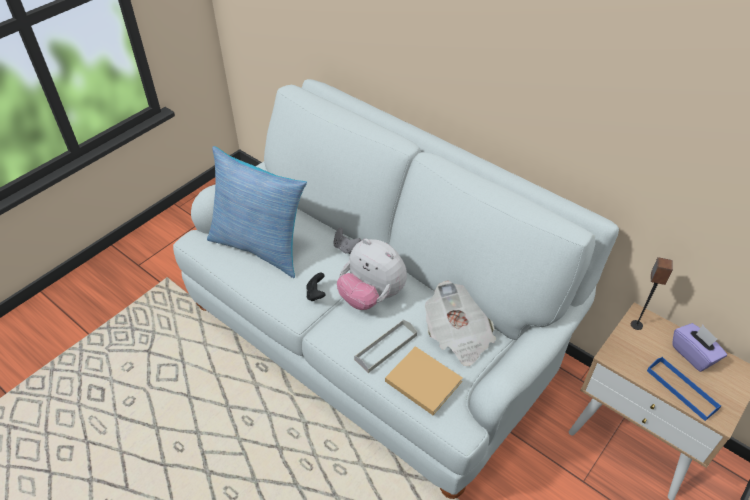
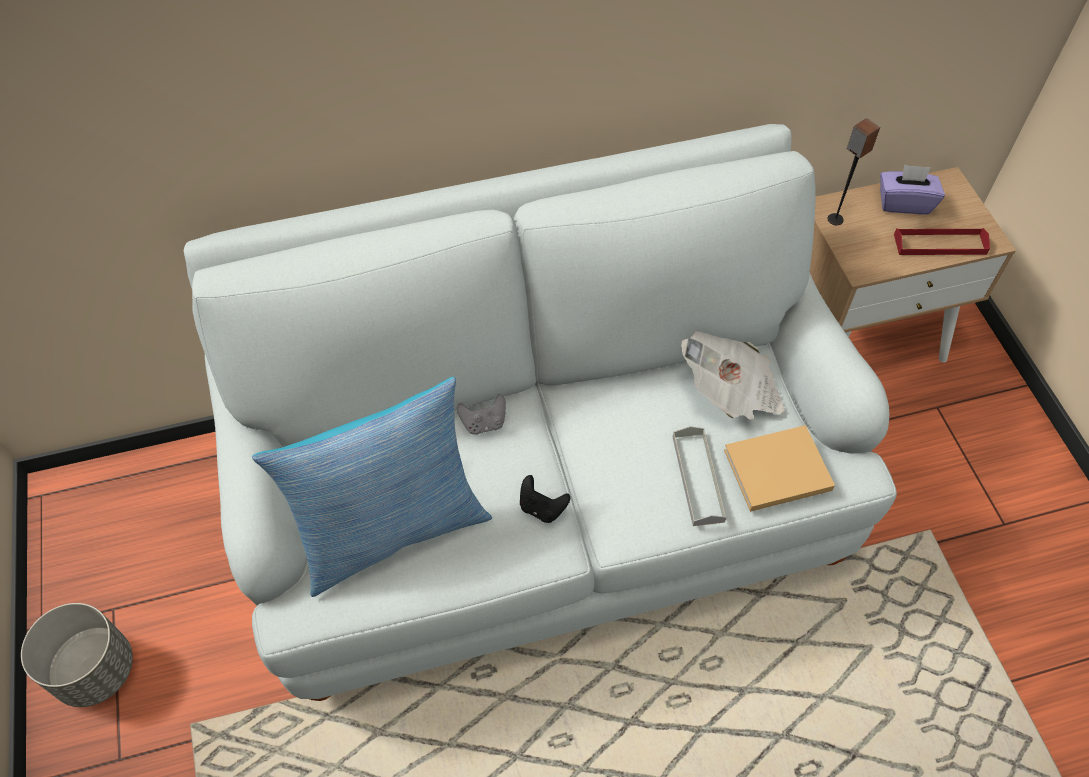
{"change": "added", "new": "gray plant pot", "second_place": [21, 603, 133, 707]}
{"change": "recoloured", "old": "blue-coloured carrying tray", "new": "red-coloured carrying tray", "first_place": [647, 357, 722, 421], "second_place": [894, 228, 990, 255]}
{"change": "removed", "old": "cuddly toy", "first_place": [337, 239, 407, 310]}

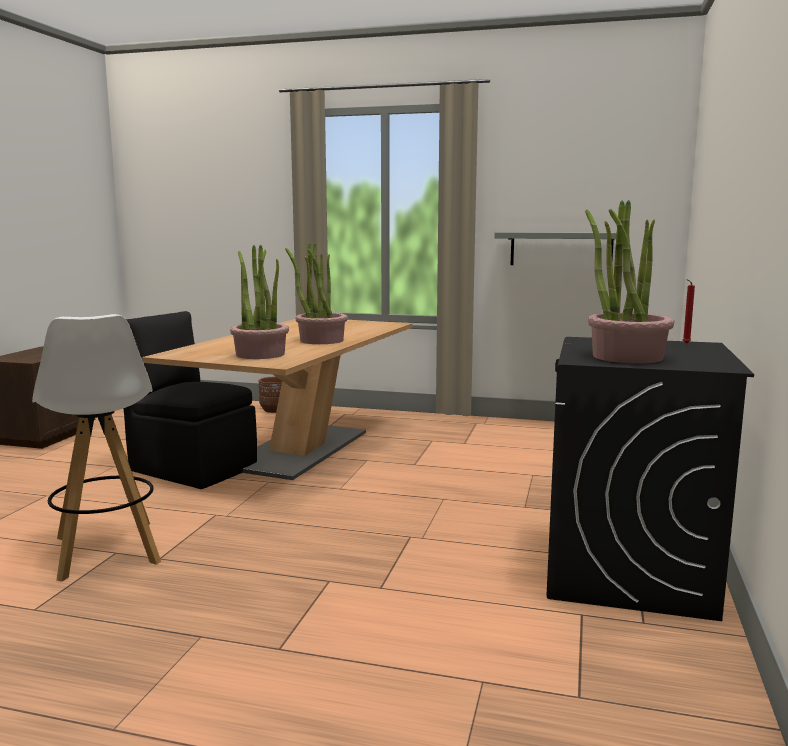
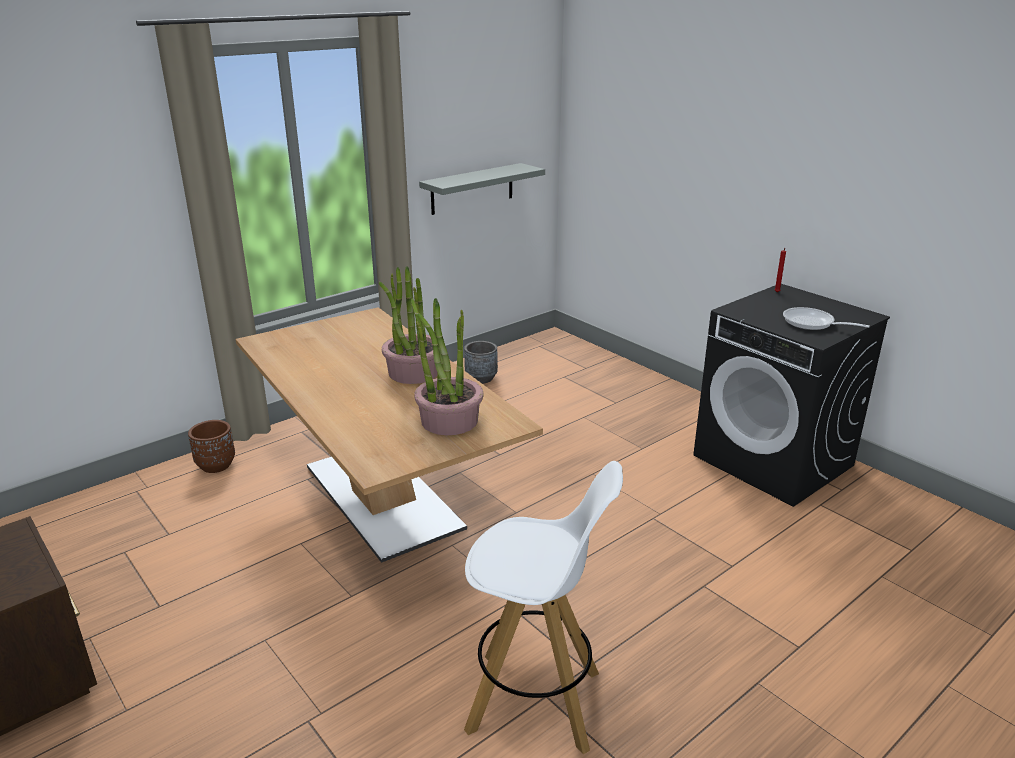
{"change": "added", "new": "gray plant pot", "second_place": [464, 341, 498, 384]}
{"change": "replaced", "old": "potted plant", "new": "pan", "first_place": [585, 200, 674, 364], "second_place": [783, 307, 870, 330]}
{"change": "removed", "old": "black chair", "first_place": [123, 311, 257, 489]}

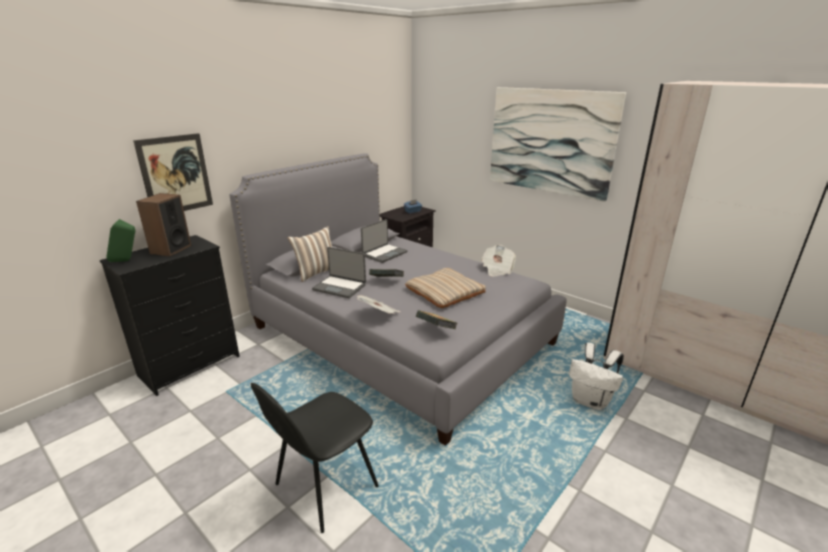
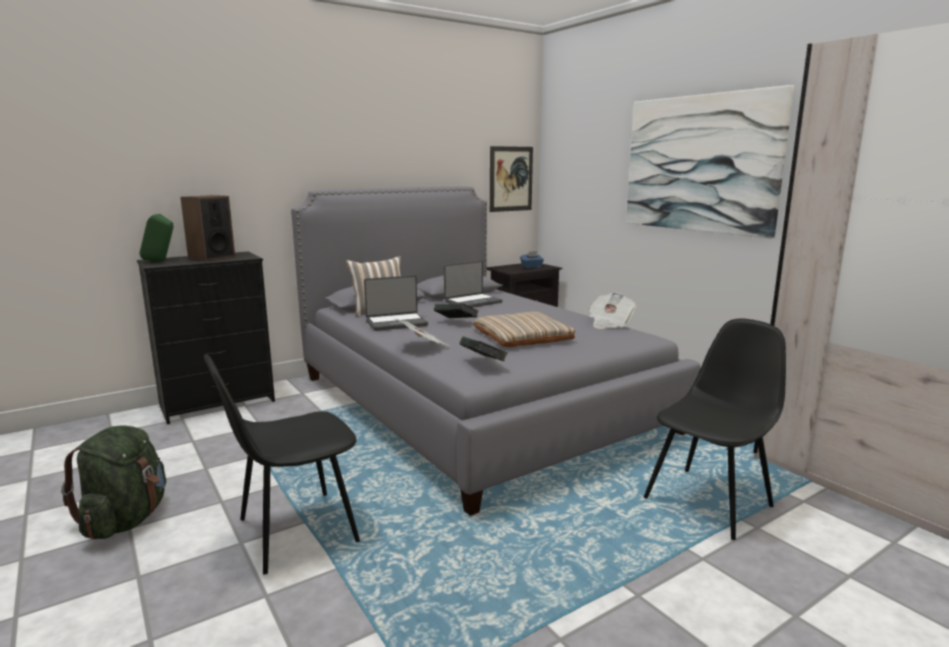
{"change": "added", "new": "greenish rucksack", "second_place": [61, 425, 166, 540]}
{"change": "turned", "old": "laptop", "first_place": [312, 247, 366, 298], "second_place": [364, 275, 428, 331], "degrees": -60}
{"change": "moved", "old": "picture", "first_place": [133, 133, 213, 211], "second_place": [490, 146, 533, 212]}
{"change": "replaced", "old": "whitish rucksack", "new": "black chair", "first_place": [569, 343, 624, 410], "second_place": [644, 319, 786, 540]}

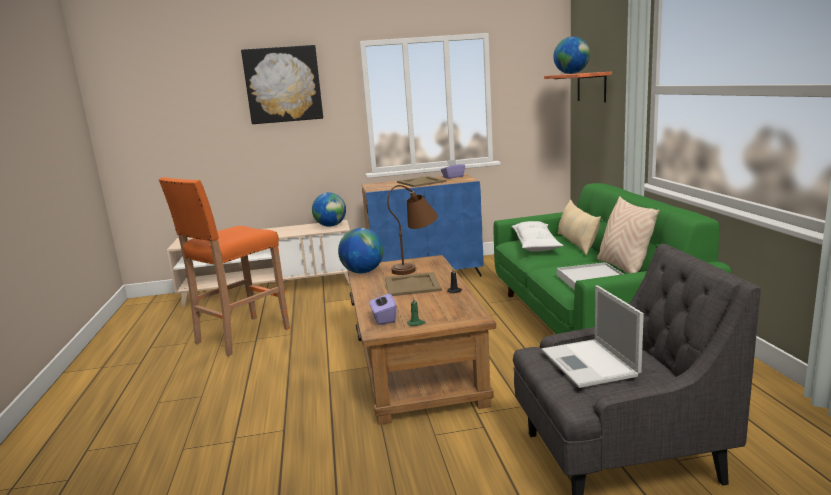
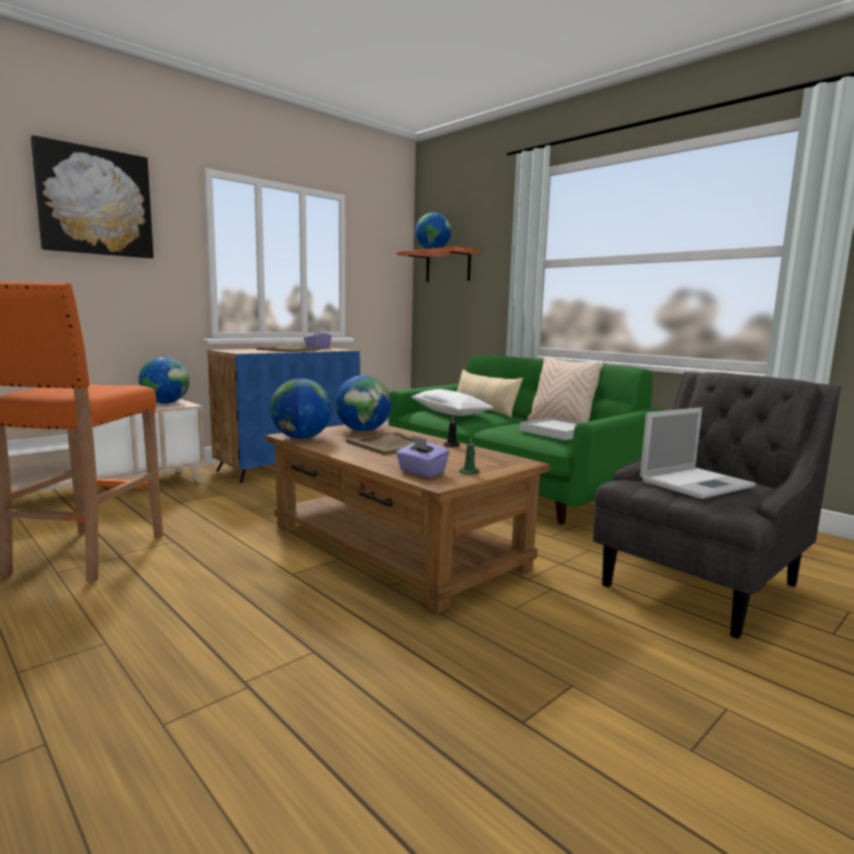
{"change": "replaced", "old": "brown tabletop lamp", "new": "globe", "first_place": [387, 185, 438, 275], "second_place": [335, 375, 391, 432]}
{"change": "turned", "old": "laptop", "first_place": [541, 285, 644, 388], "second_place": [640, 407, 756, 499], "degrees": -75}

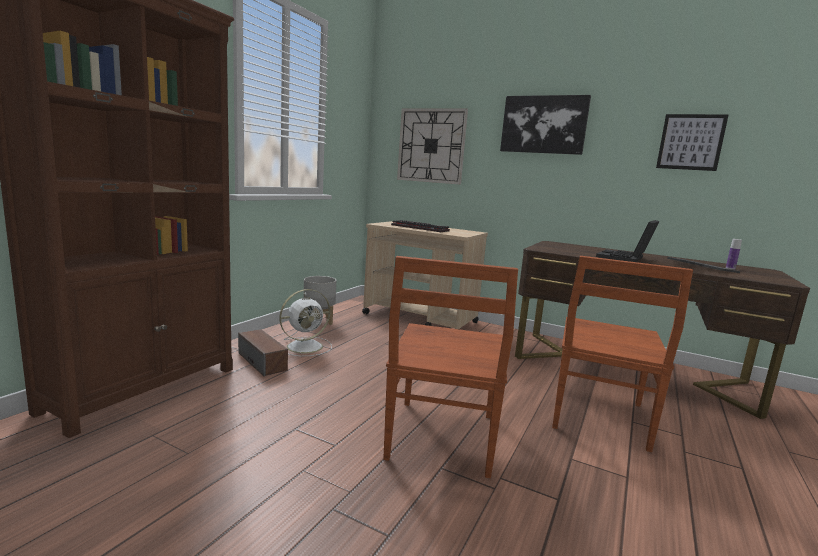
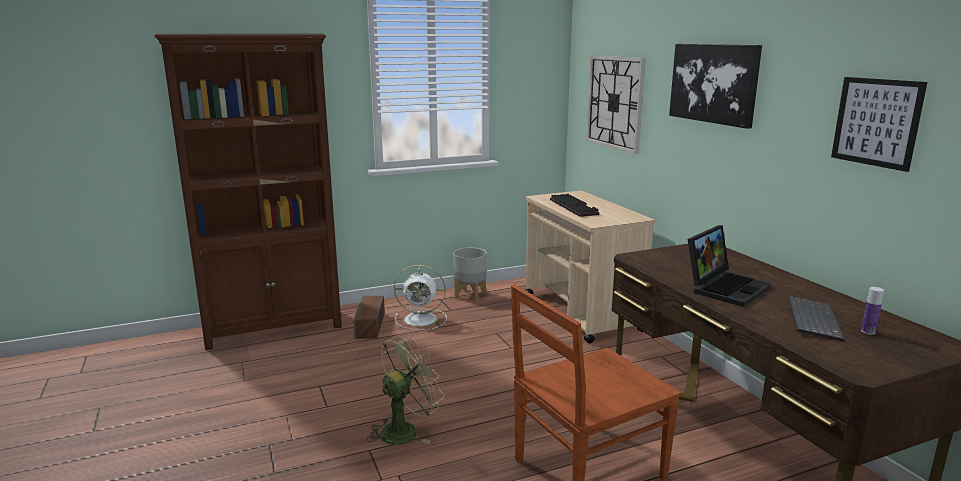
{"change": "replaced", "old": "brown chair", "new": "greenish electric fan", "first_place": [383, 256, 518, 478], "second_place": [367, 336, 445, 445]}
{"change": "turned", "old": "laptop", "first_place": [596, 220, 660, 262], "second_place": [688, 225, 771, 307], "degrees": 150}

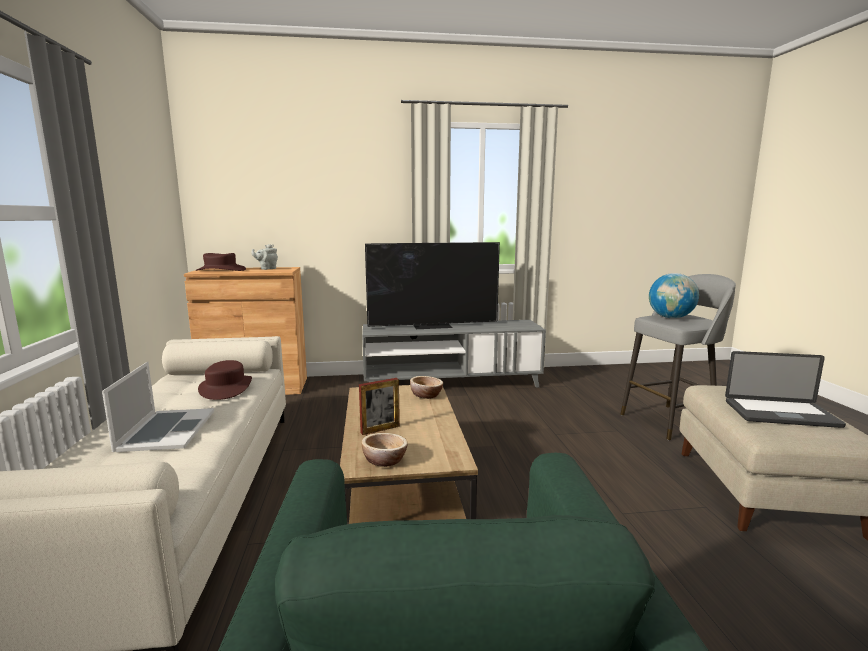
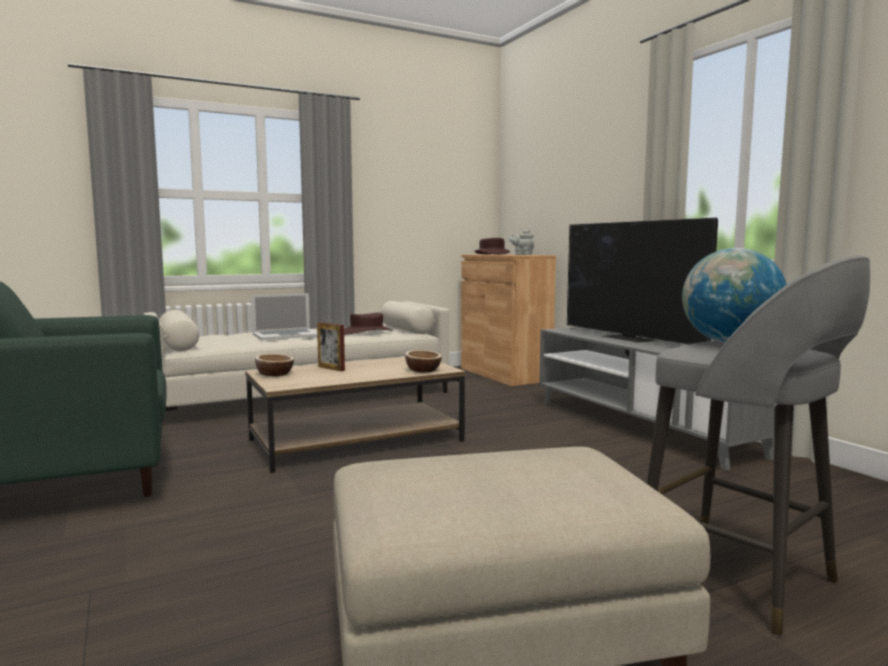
{"change": "removed", "old": "laptop", "first_place": [725, 351, 846, 428]}

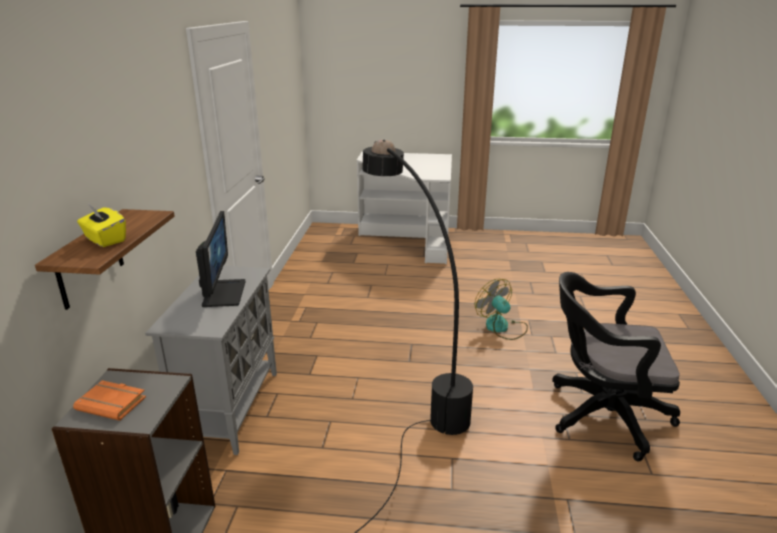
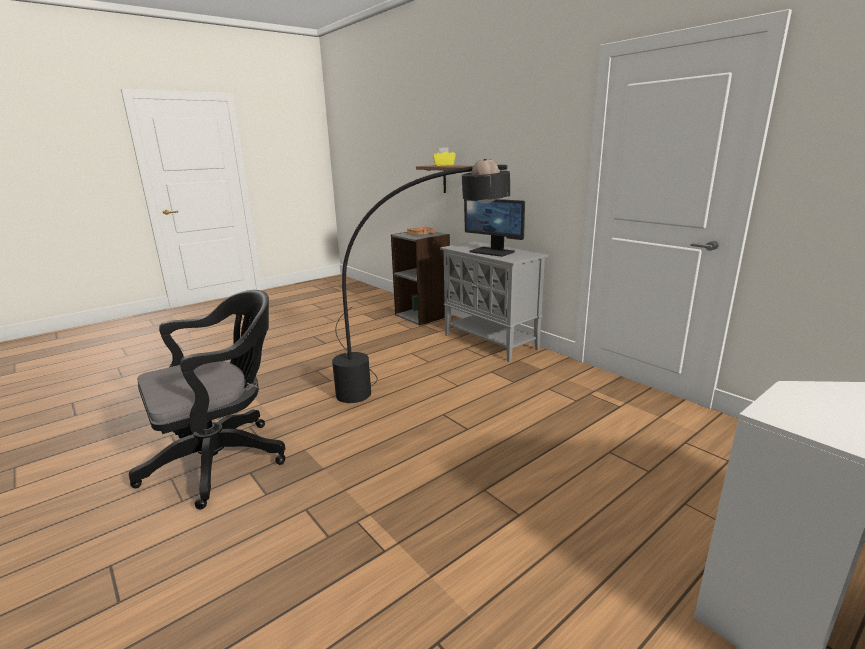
{"change": "removed", "old": "electric fan", "first_place": [475, 279, 528, 340]}

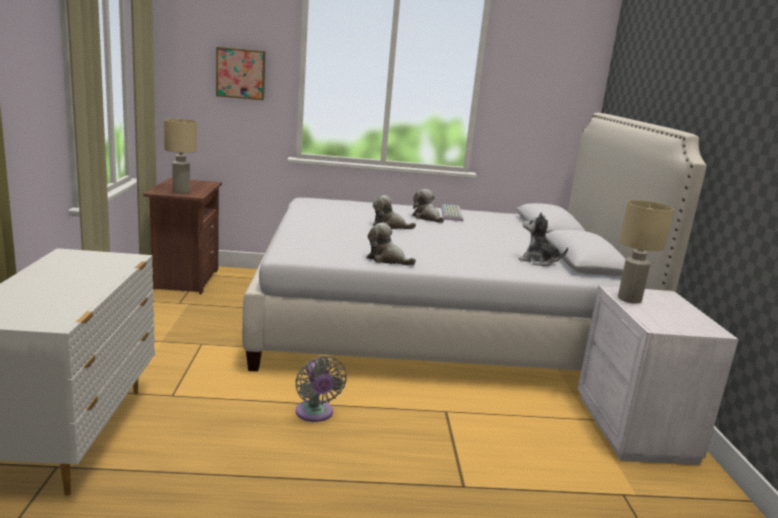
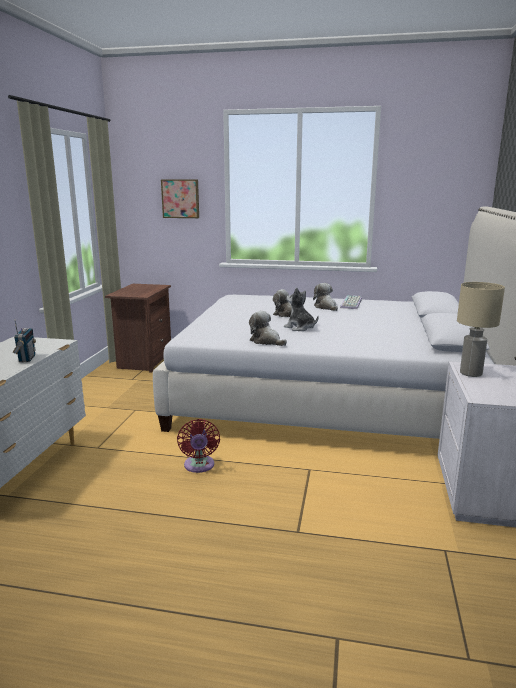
{"change": "added", "new": "radio receiver", "second_place": [13, 320, 36, 362]}
{"change": "recoloured", "old": "gray electric fan", "new": "red-coloured electric fan", "first_place": [295, 356, 347, 422], "second_place": [177, 419, 220, 473]}
{"change": "moved", "old": "cuddly toy", "first_place": [518, 212, 568, 266], "second_place": [284, 287, 319, 331]}
{"change": "removed", "old": "beige tabletop lamp", "first_place": [164, 119, 197, 194]}

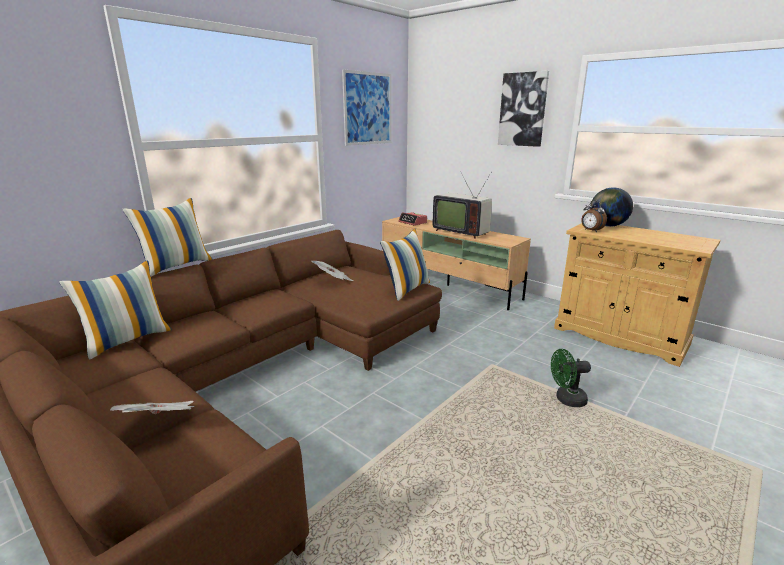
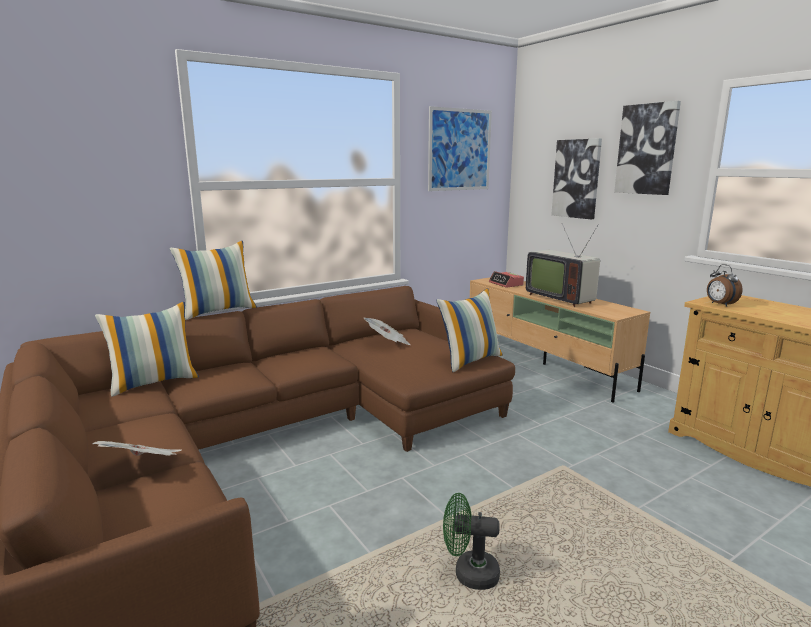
{"change": "moved", "old": "greenish electric fan", "first_place": [551, 349, 591, 407], "second_place": [443, 493, 500, 590]}
{"change": "added", "new": "picture", "second_place": [551, 138, 602, 219]}
{"change": "removed", "old": "globe", "first_place": [590, 188, 633, 227]}

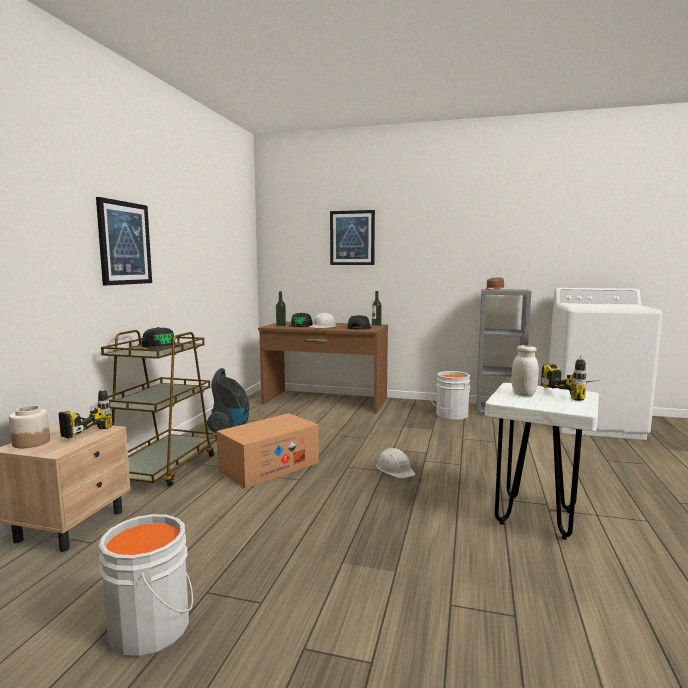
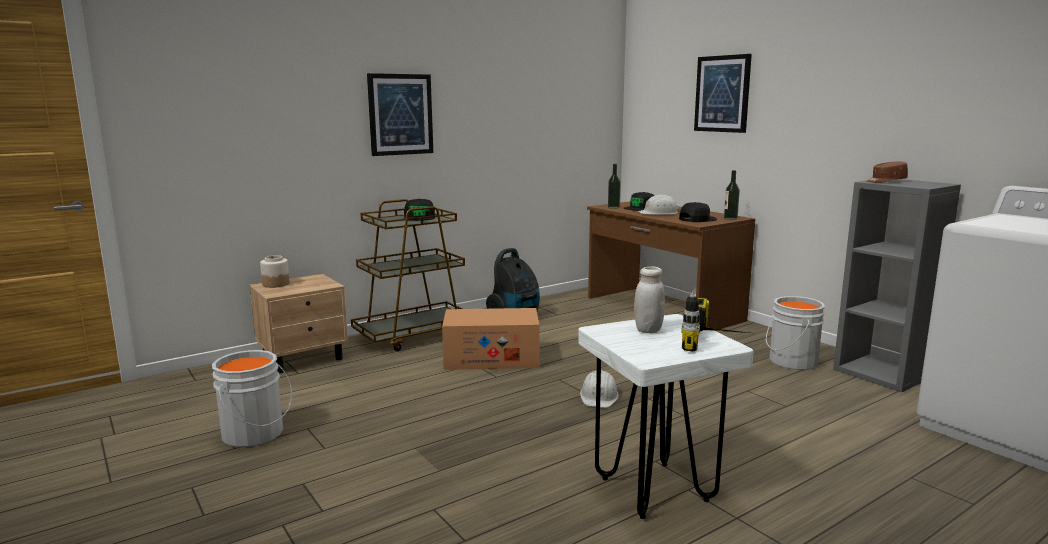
{"change": "removed", "old": "electric drill", "first_place": [59, 386, 113, 439]}

